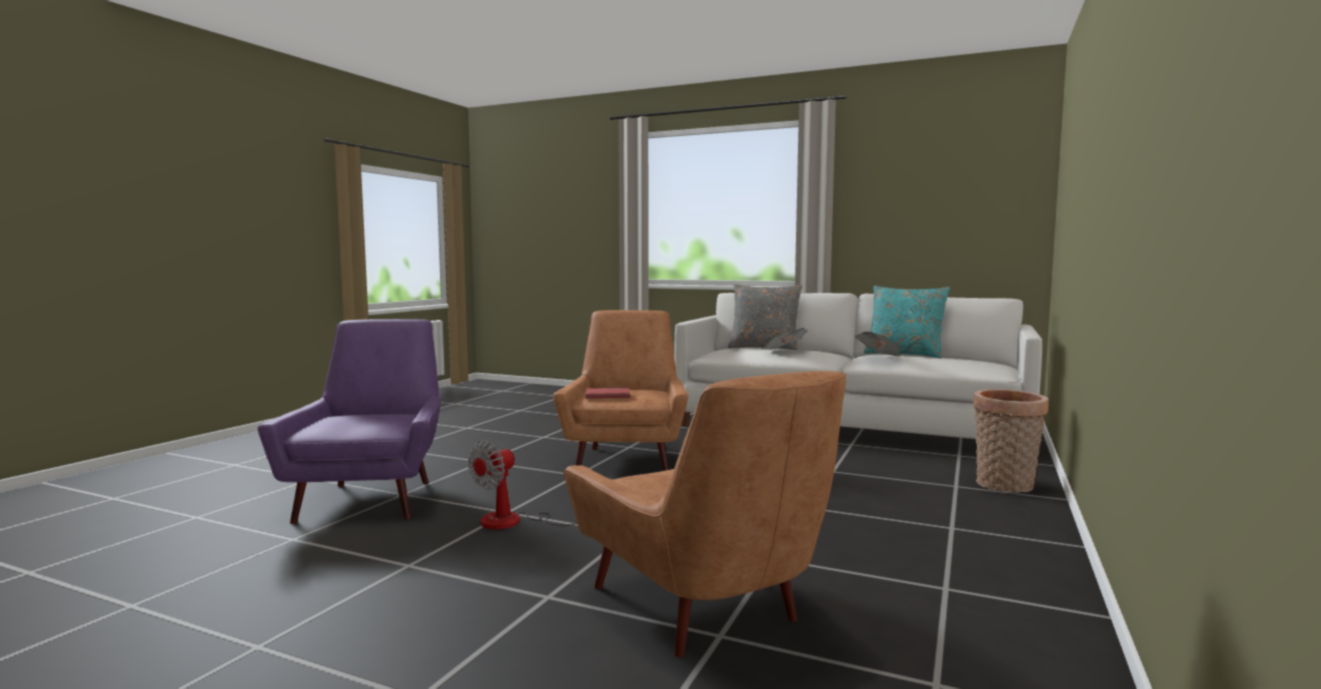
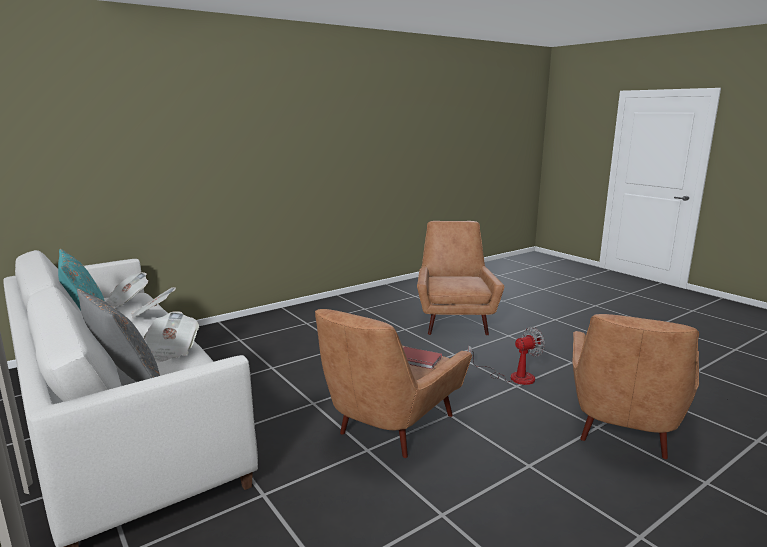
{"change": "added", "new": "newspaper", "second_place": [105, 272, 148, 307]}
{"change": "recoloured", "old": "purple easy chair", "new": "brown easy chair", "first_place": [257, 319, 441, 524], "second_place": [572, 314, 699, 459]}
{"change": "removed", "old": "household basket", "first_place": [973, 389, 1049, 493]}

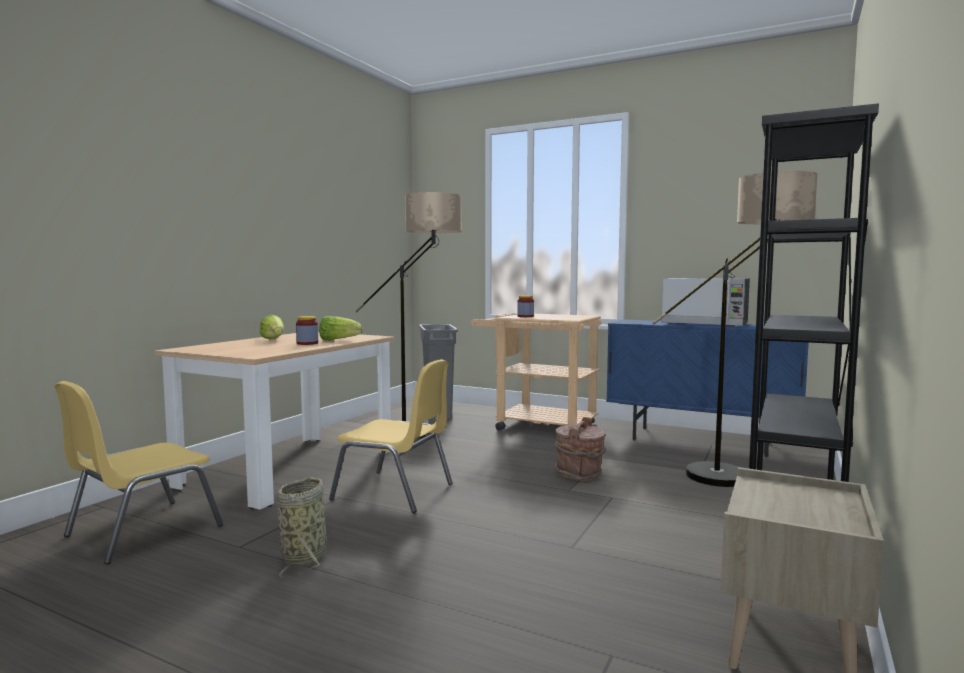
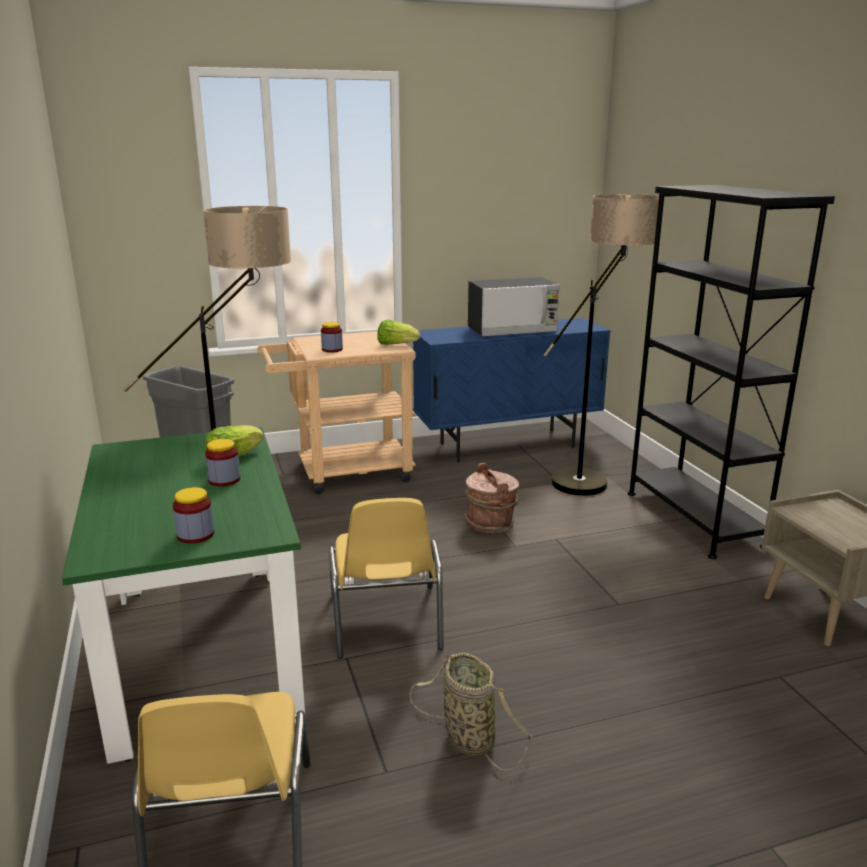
{"change": "recoloured", "old": "beige kitchen table", "new": "greenish kitchen table", "first_place": [155, 332, 394, 510], "second_place": [62, 427, 306, 764]}
{"change": "added", "new": "jar", "second_place": [173, 487, 214, 544]}
{"change": "turned", "old": "yellow-coloured chair", "first_place": [329, 359, 453, 513], "second_place": [328, 498, 444, 658], "degrees": 105}
{"change": "moved", "old": "lettuce", "first_place": [260, 315, 284, 339], "second_place": [377, 320, 420, 345]}

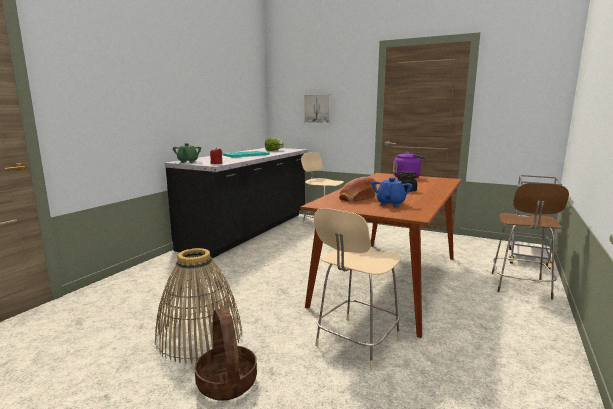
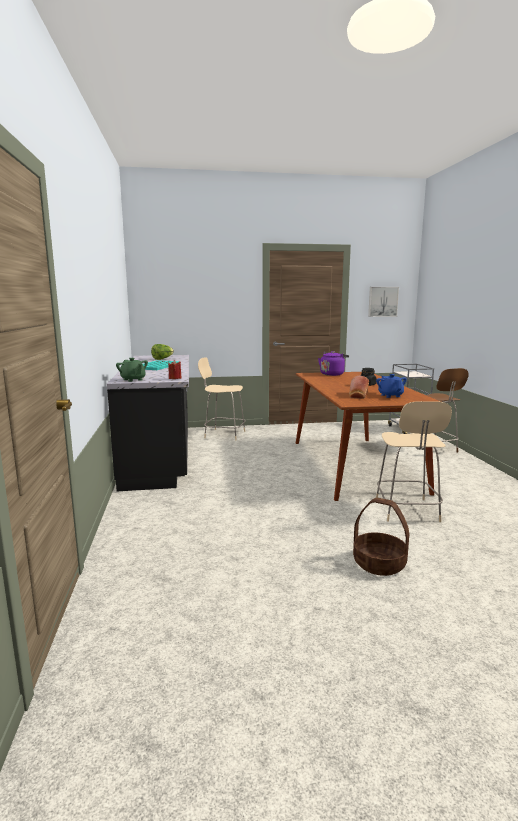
{"change": "moved", "old": "picture", "first_place": [304, 94, 331, 124], "second_place": [368, 287, 399, 317]}
{"change": "removed", "old": "household basket", "first_place": [155, 248, 242, 363]}

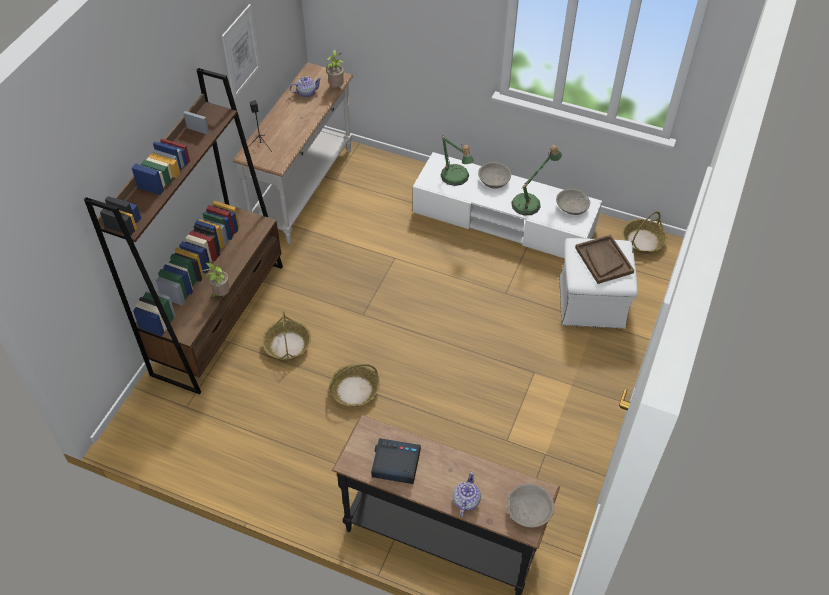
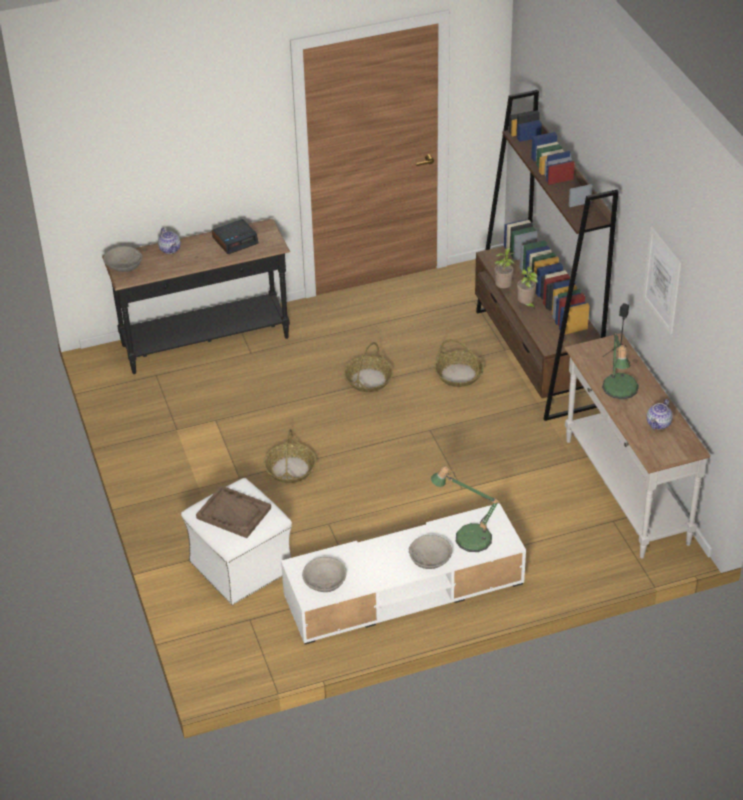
{"change": "moved", "old": "household basket", "first_place": [622, 211, 667, 254], "second_place": [263, 429, 317, 483]}
{"change": "moved", "old": "potted plant", "first_place": [326, 50, 344, 87], "second_place": [517, 266, 538, 309]}
{"change": "moved", "old": "tabletop lamp", "first_place": [511, 145, 562, 215], "second_place": [602, 331, 639, 399]}

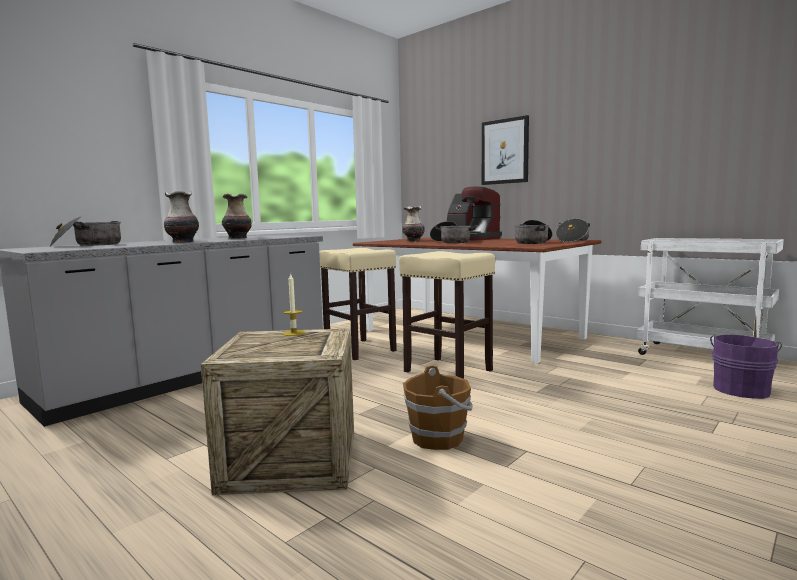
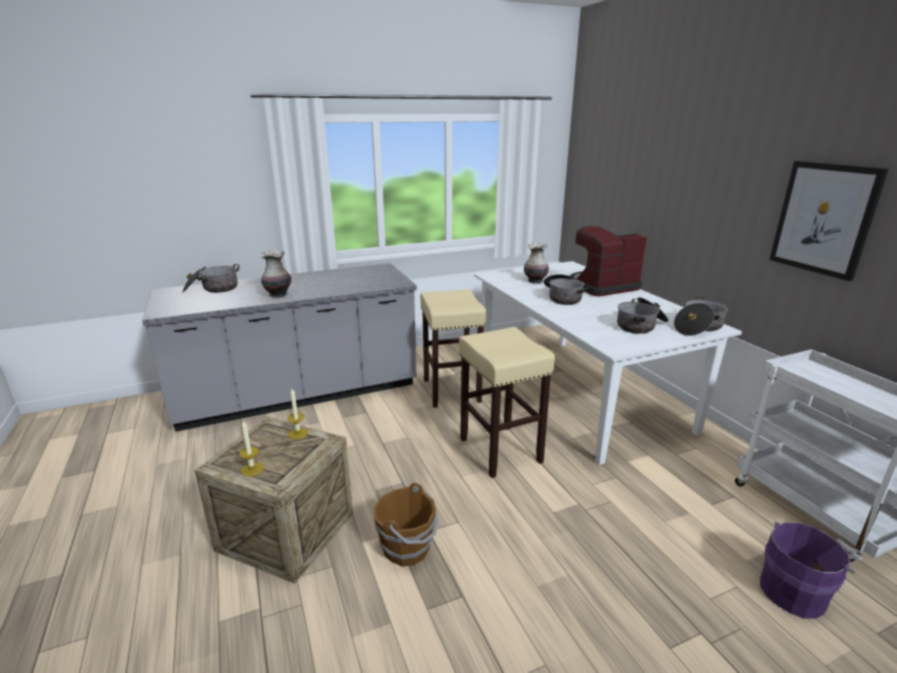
{"change": "added", "new": "wax light", "second_place": [239, 421, 264, 476]}
{"change": "recoloured", "old": "brown kitchen table", "new": "whitish kitchen table", "first_place": [353, 238, 602, 363], "second_place": [474, 261, 742, 465]}
{"change": "turned", "old": "coffee brewer", "first_place": [447, 187, 502, 240], "second_place": [570, 226, 647, 297], "degrees": 90}
{"change": "moved", "old": "picture", "first_place": [482, 115, 529, 185], "second_place": [769, 161, 889, 281]}
{"change": "removed", "old": "decorative vase", "first_place": [222, 193, 252, 239]}

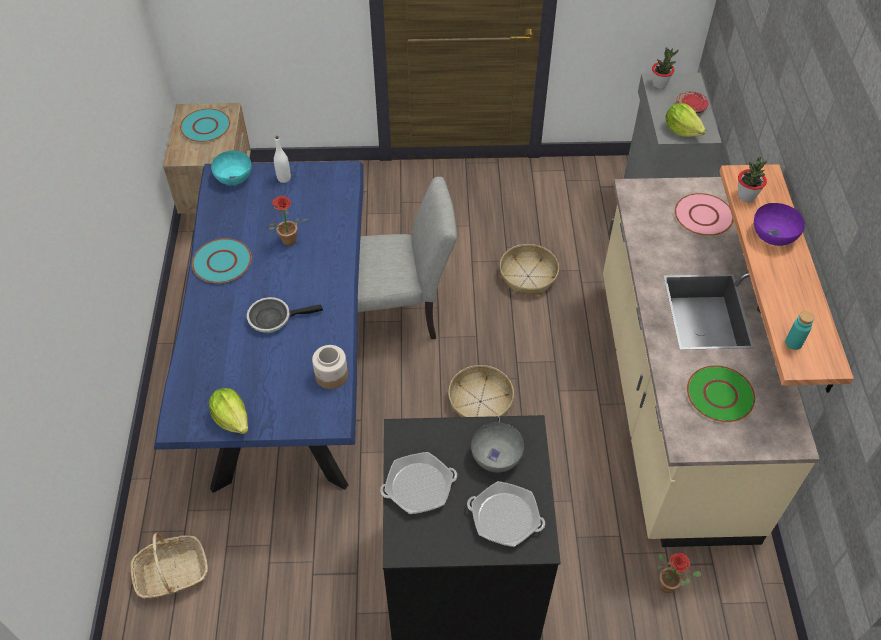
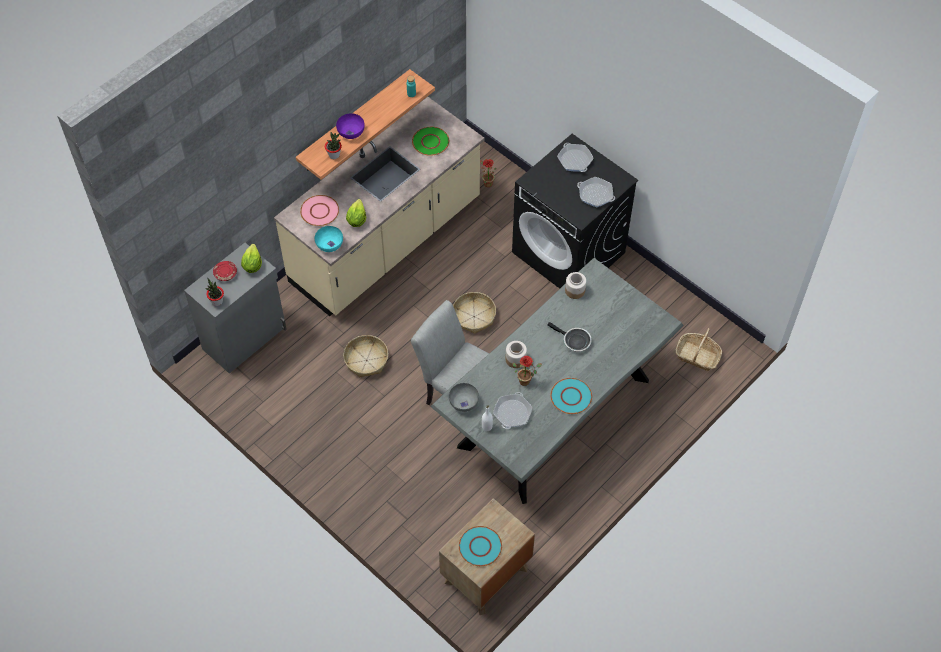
{"change": "moved", "old": "turquoise deep dish", "first_place": [211, 150, 252, 185], "second_place": [315, 226, 343, 252]}
{"change": "moved", "old": "lettuce", "first_place": [209, 388, 248, 434], "second_place": [346, 199, 366, 227]}
{"change": "recoloured", "old": "blue-coloured kitchen table", "new": "gray kitchen table", "first_place": [154, 161, 364, 493], "second_place": [430, 258, 684, 504]}
{"change": "moved", "old": "gray deep dish", "first_place": [471, 422, 524, 473], "second_place": [449, 383, 479, 412]}
{"change": "added", "new": "pan", "second_place": [493, 392, 533, 429]}
{"change": "added", "new": "jar", "second_place": [505, 341, 527, 368]}

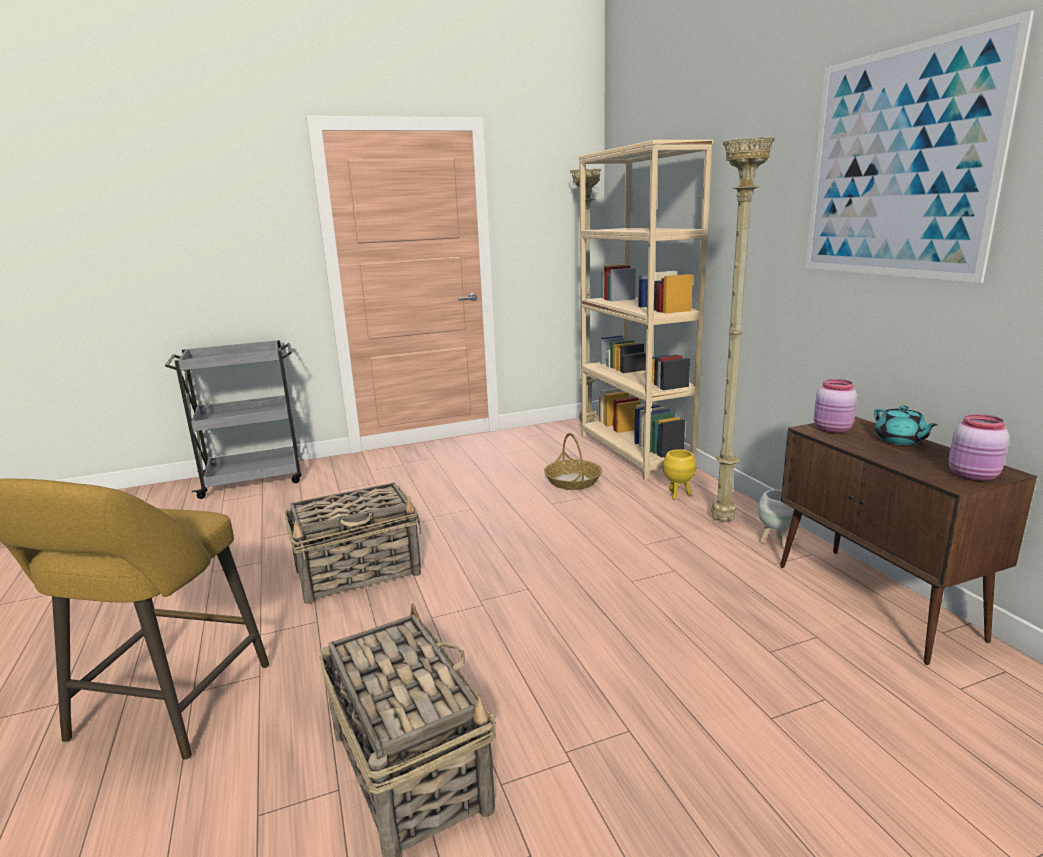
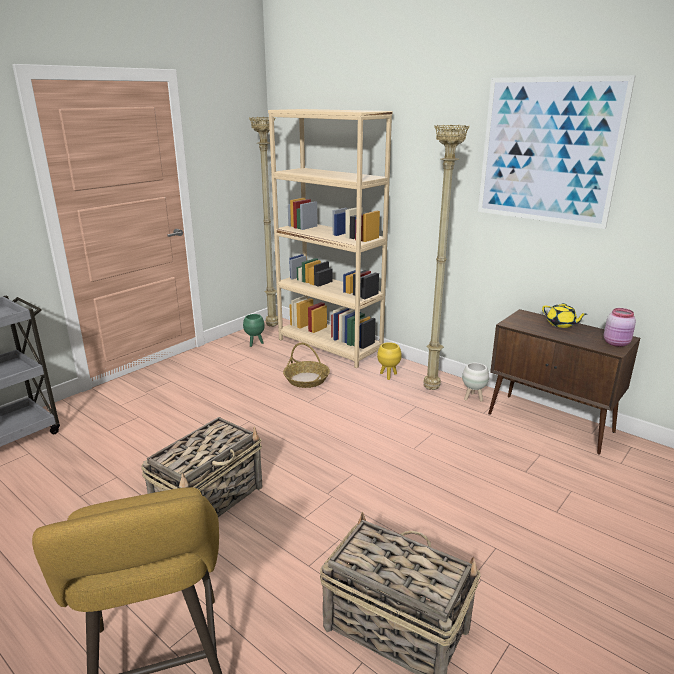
{"change": "added", "new": "greenish plant pot", "second_place": [243, 314, 265, 347]}
{"change": "recoloured", "old": "turquoise teapot", "new": "yellow-coloured teapot", "first_place": [874, 405, 938, 445], "second_place": [542, 303, 588, 328]}
{"change": "removed", "old": "pink jar", "first_place": [814, 379, 857, 434]}

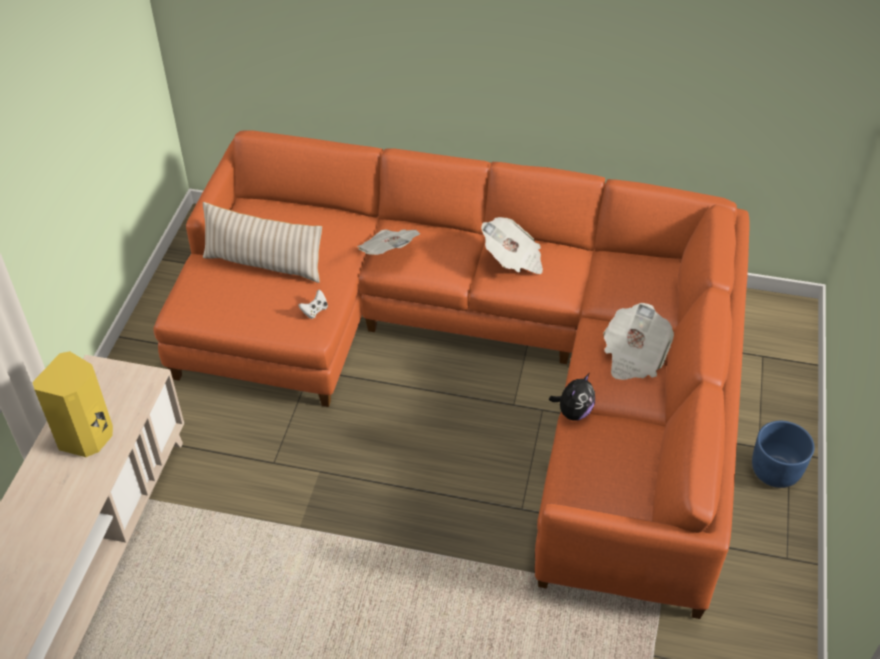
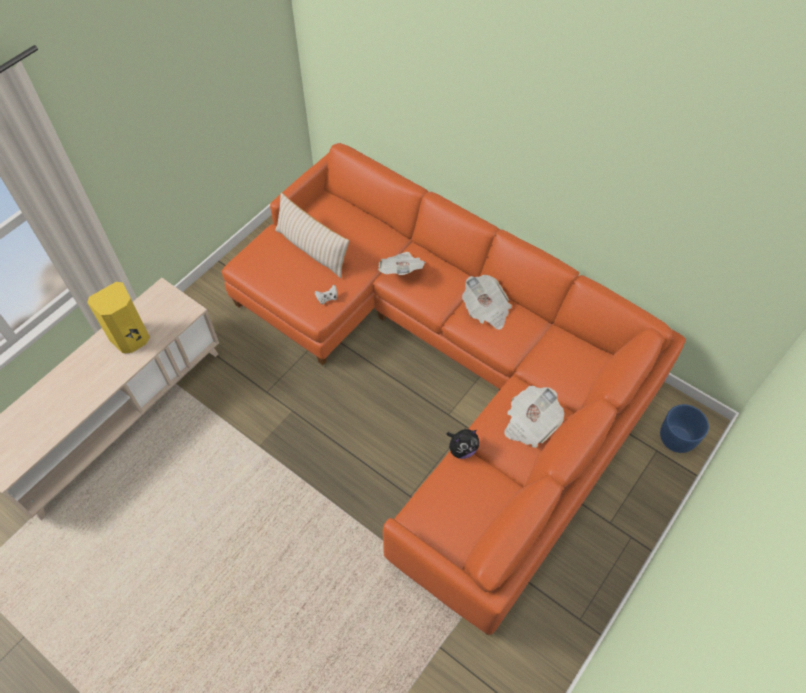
{"change": "moved", "old": "blue-coloured plant pot", "first_place": [752, 421, 815, 488], "second_place": [660, 404, 709, 453]}

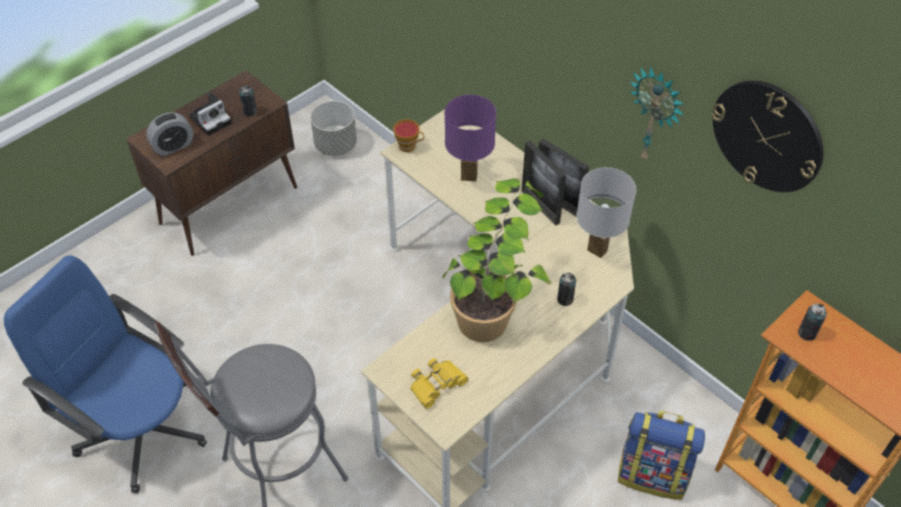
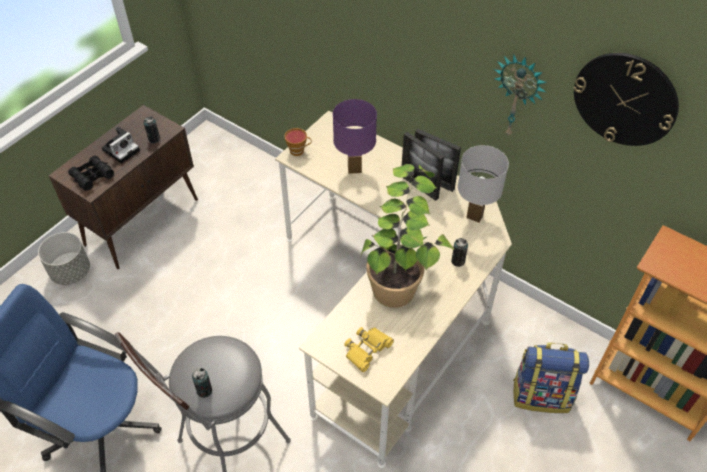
{"change": "moved", "old": "gray plant pot", "first_place": [310, 101, 357, 156], "second_place": [38, 232, 90, 285]}
{"change": "replaced", "old": "alarm clock", "new": "black field glasses", "first_place": [146, 112, 193, 156], "second_place": [68, 155, 114, 191]}
{"change": "moved", "old": "can", "first_place": [798, 303, 827, 341], "second_place": [192, 368, 212, 398]}

